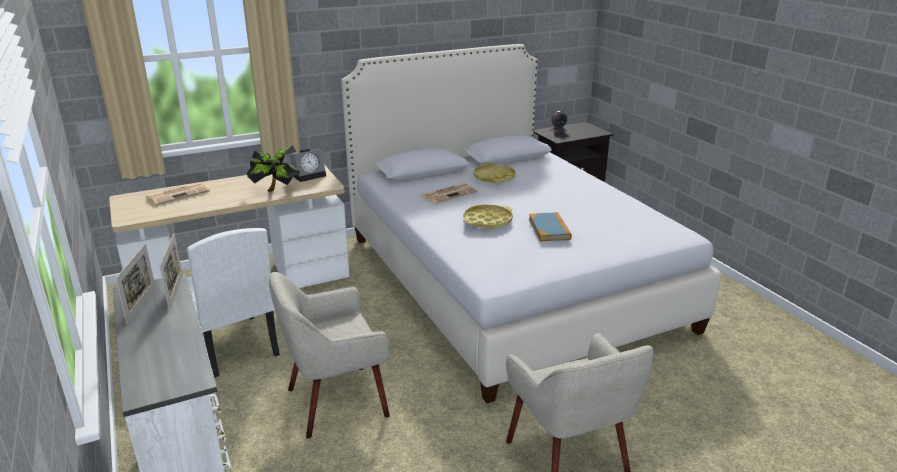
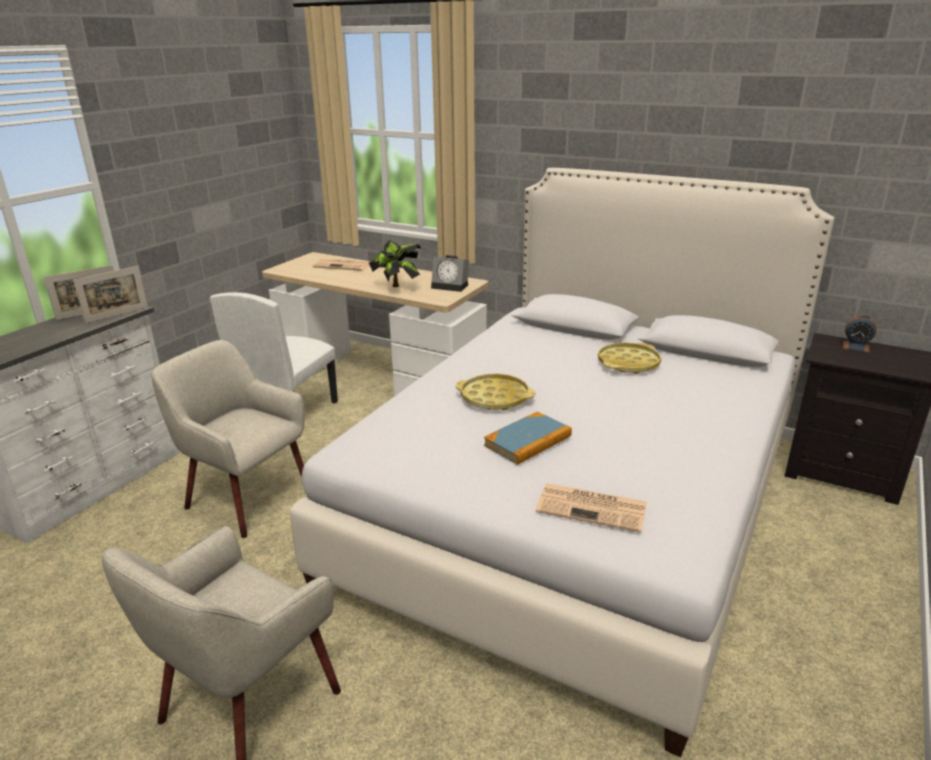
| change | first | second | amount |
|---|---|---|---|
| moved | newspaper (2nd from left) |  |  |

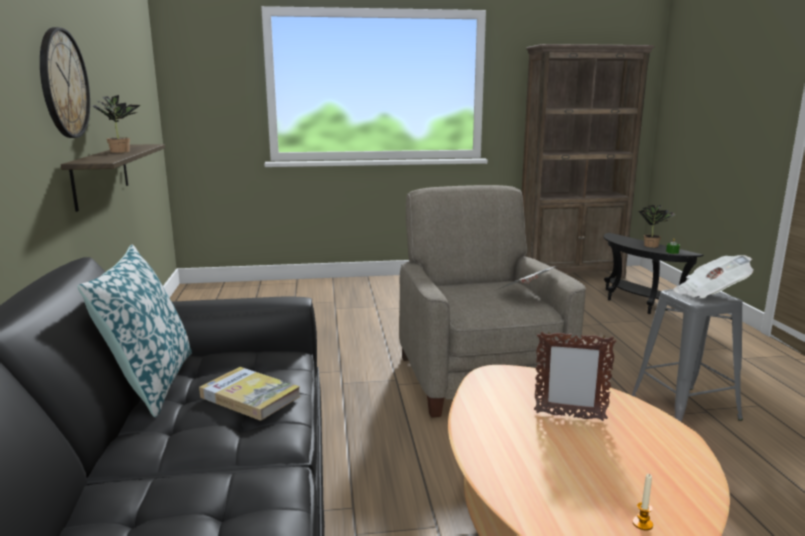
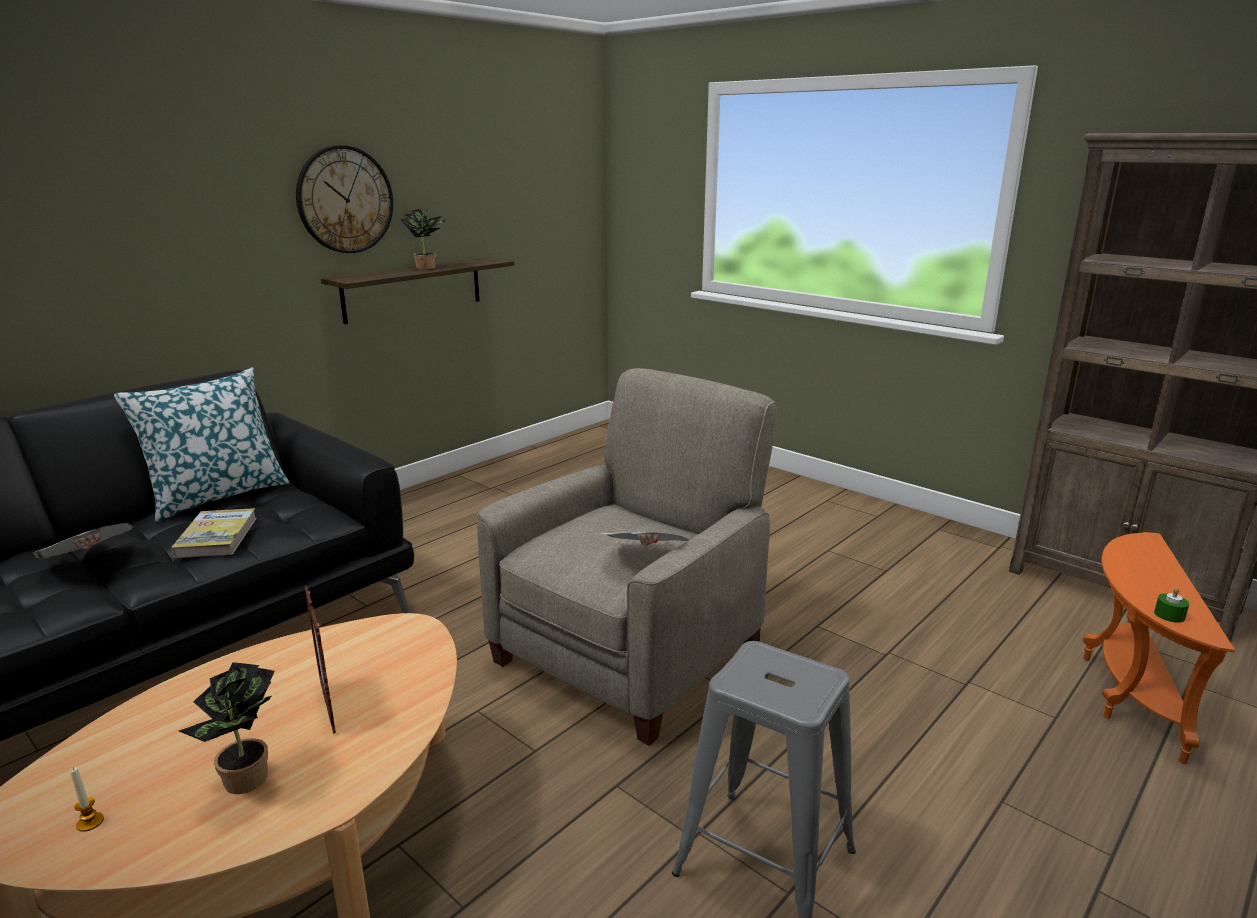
| change | first | second | amount |
|---|---|---|---|
| recoloured | black side table | orange side table |  |
| moved | potted plant (2nd from left in the first image) | potted plant (1st from left) |  |
| moved | newspaper (2nd from left in the first image) | newspaper (1st from left) |  |

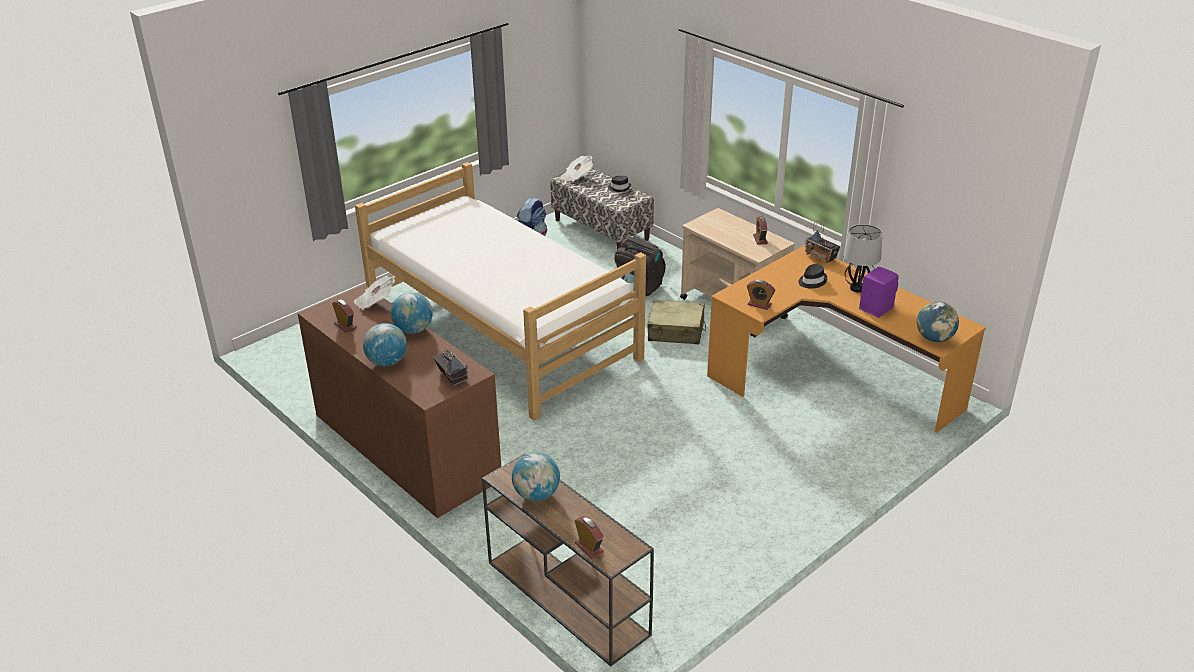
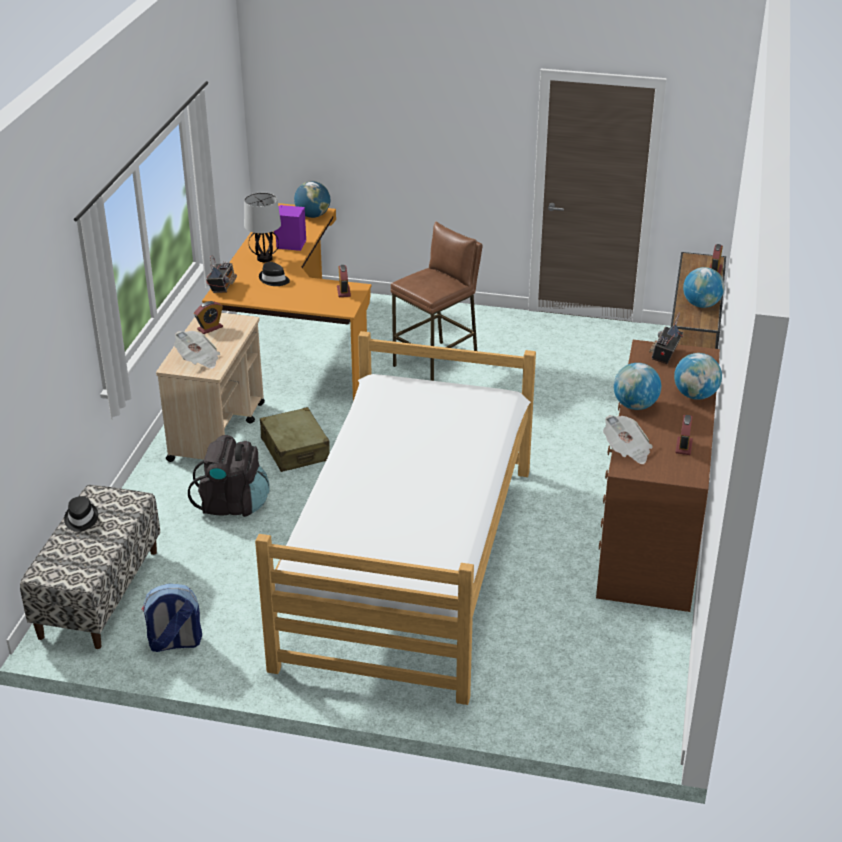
| change | first | second | amount |
|---|---|---|---|
| moved | newspaper (2nd from left in the first image) | newspaper (1st from left) |  |
| added |  | brown stool |  |

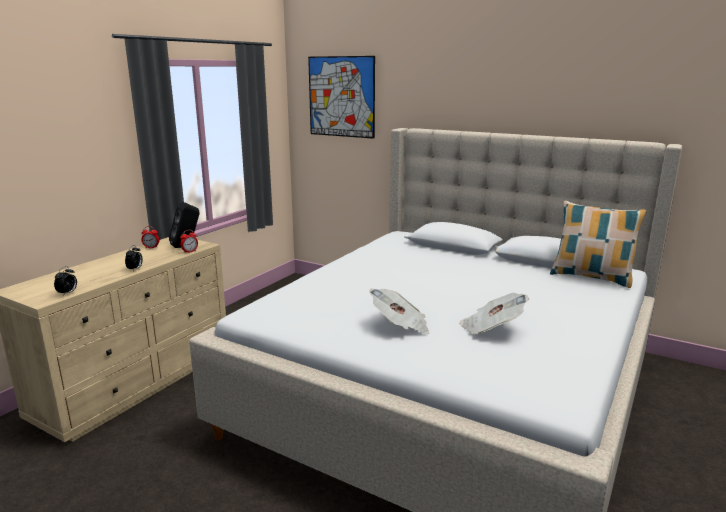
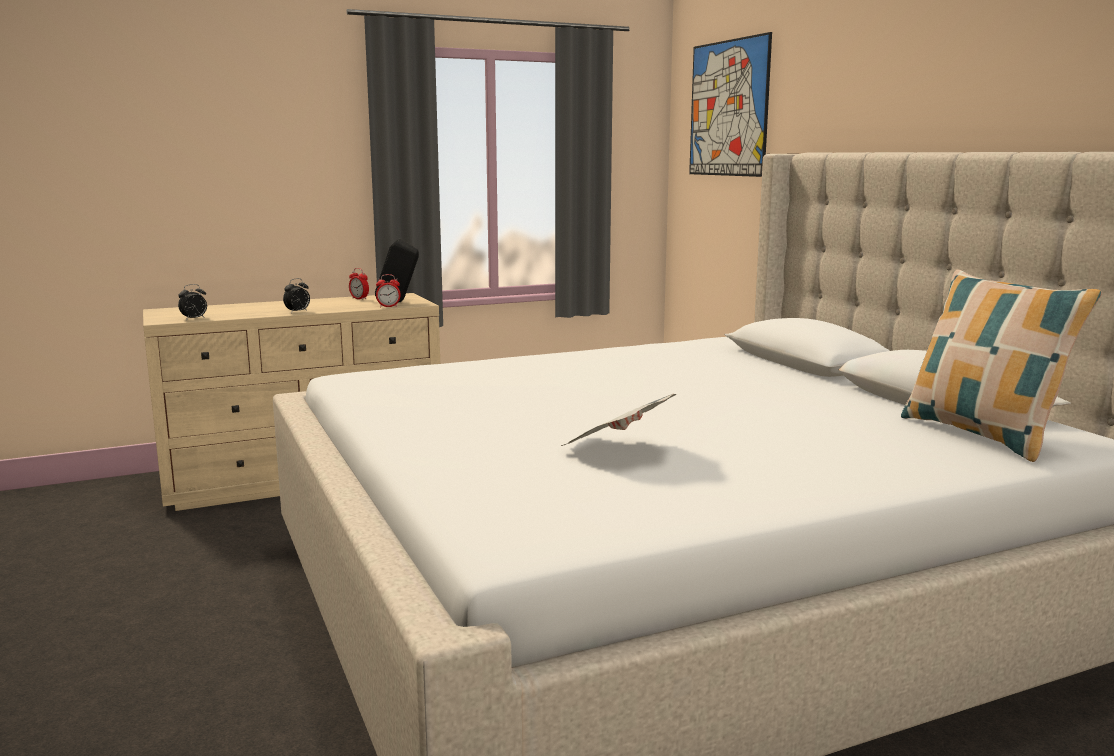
| change | first | second | amount |
|---|---|---|---|
| removed | newspaper (1st from left) |  |  |

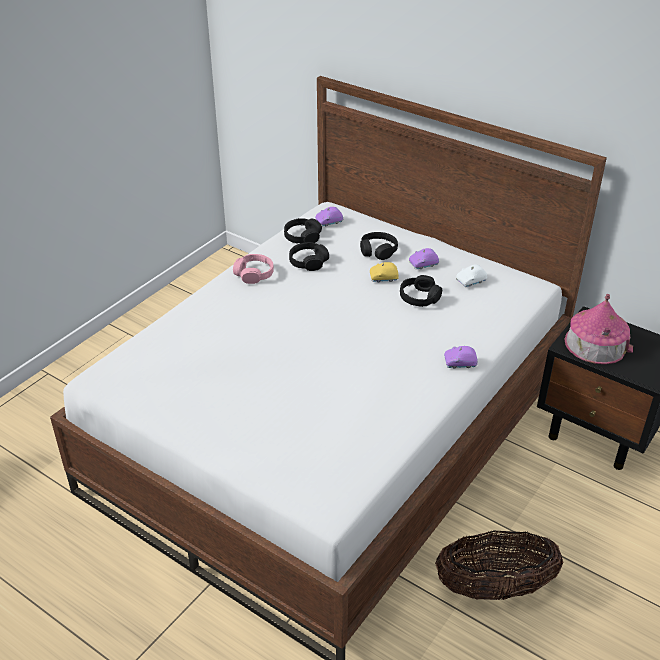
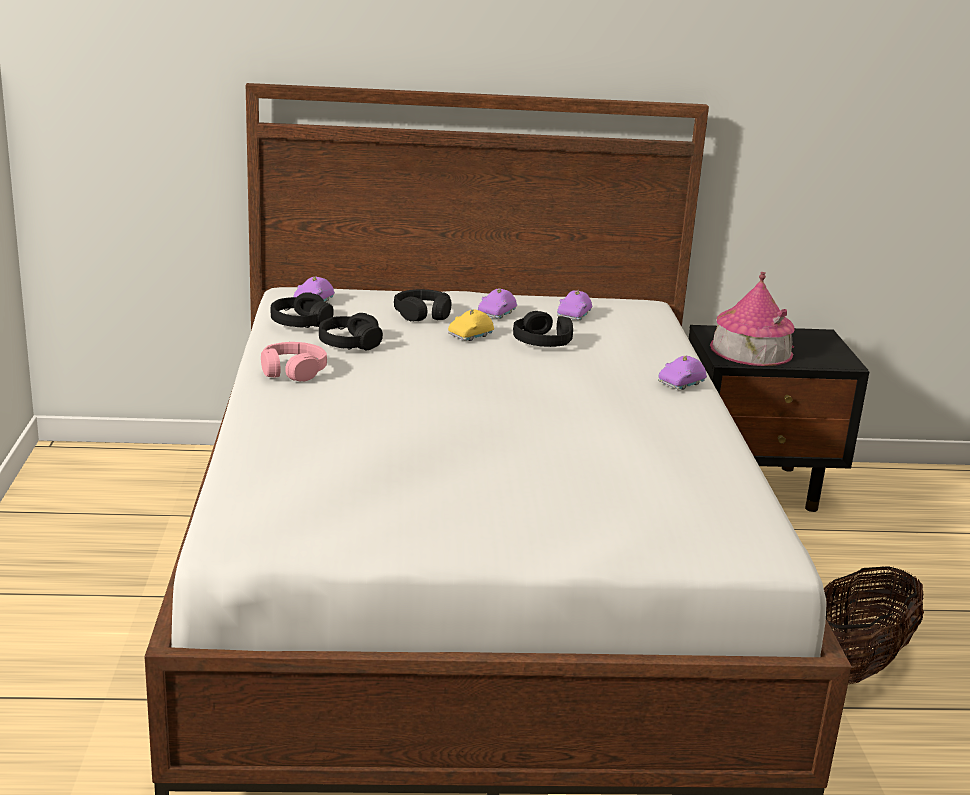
| change | first | second | amount |
|---|---|---|---|
| recoloured | white toy car | purple toy car (3rd from left) |  |

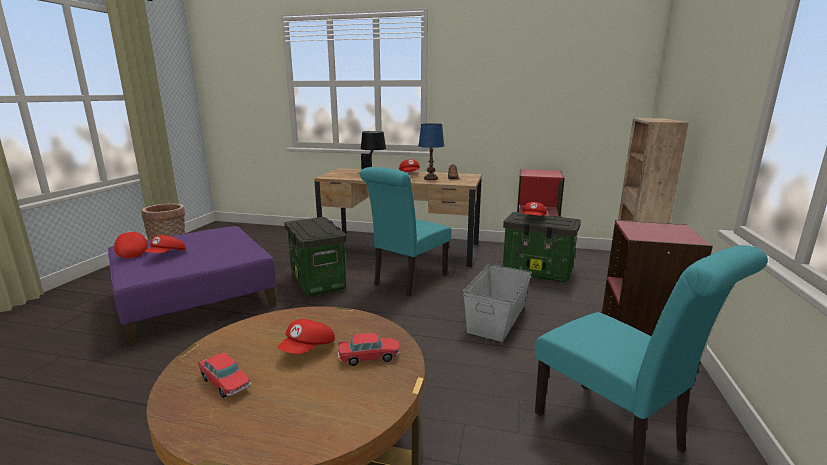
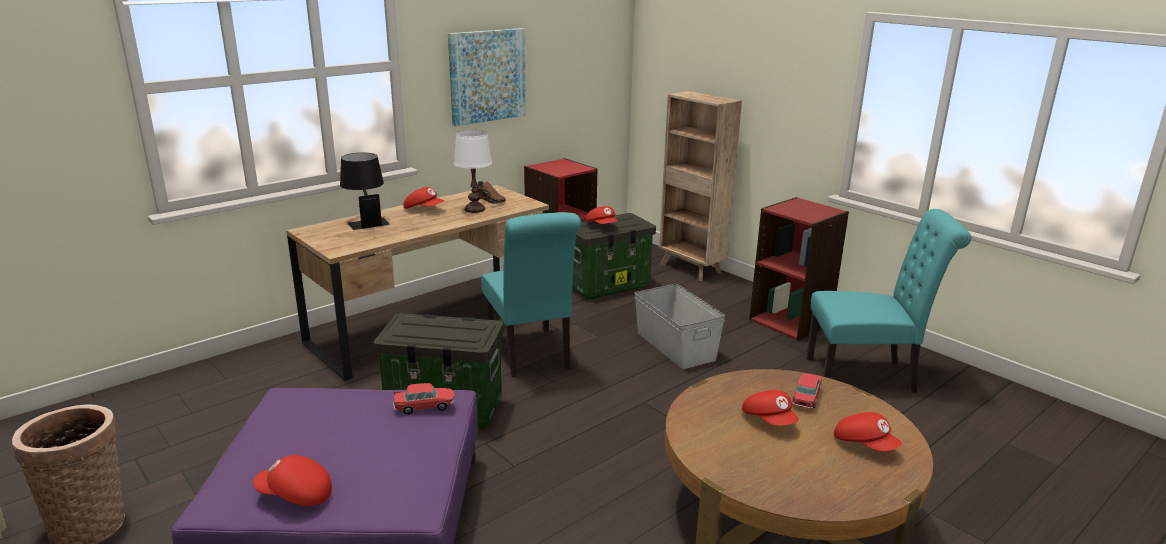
| change | first | second | amount |
|---|---|---|---|
| moved | red cap (2nd from left in the first image) | red cap (5th from left) |  |
| moved | toy car (1st from left) |  |  |
| recoloured | blue table lamp | white table lamp |  |
| added |  | picture |  |

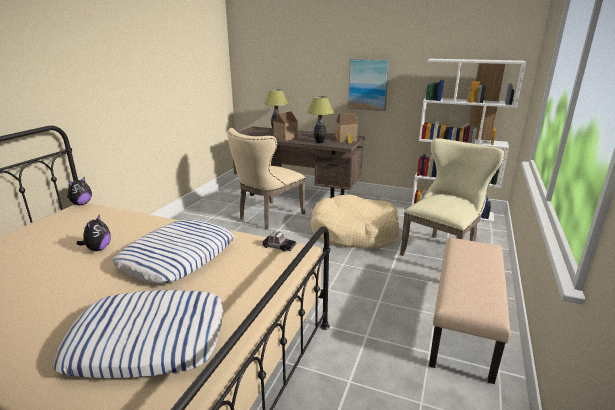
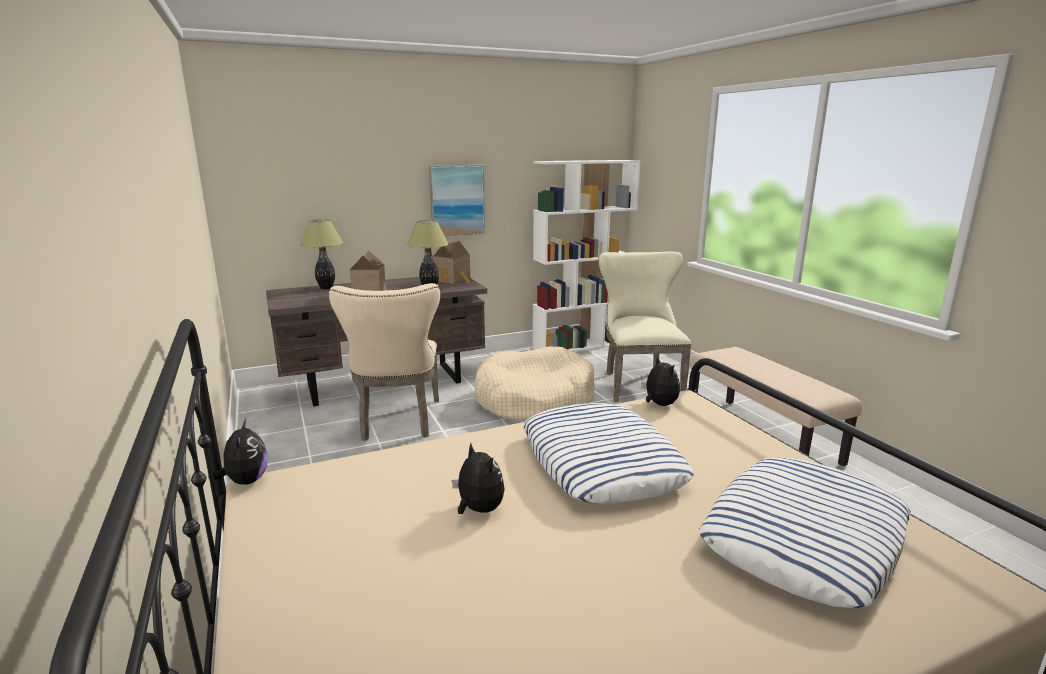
| change | first | second | amount |
|---|---|---|---|
| replaced | toy car | plush toy (3rd from left) |  |

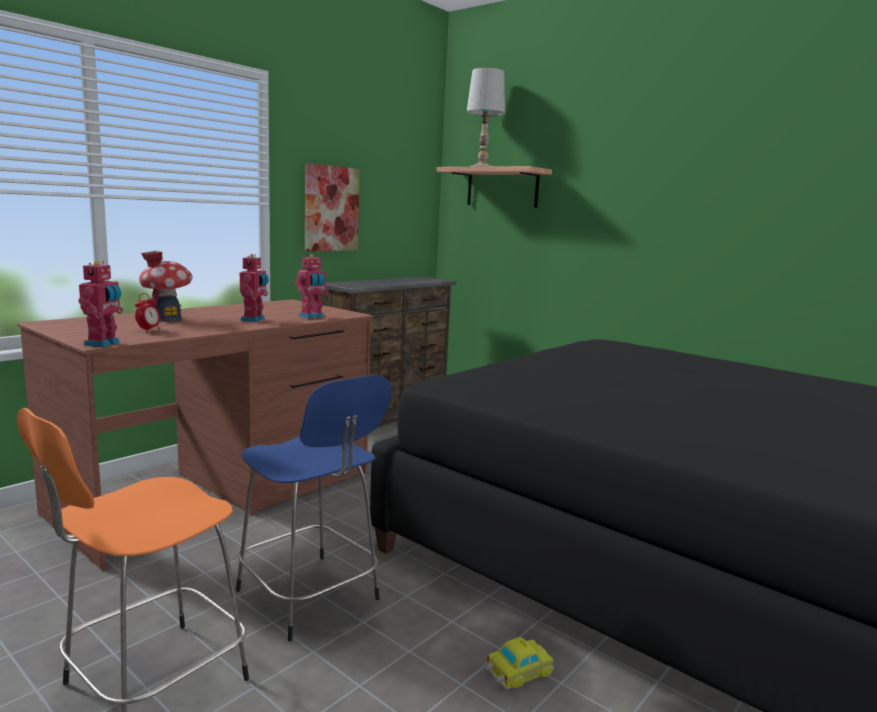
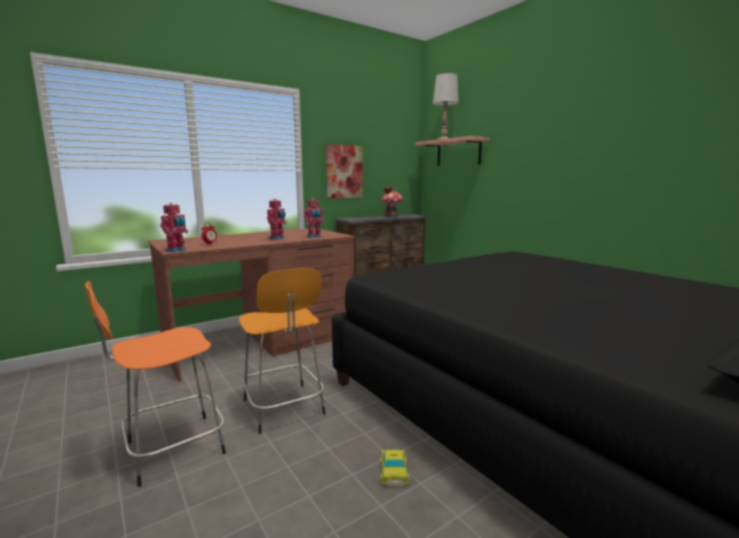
| change | first | second | amount |
|---|---|---|---|
| moved | toy house |  |  |
| recoloured | blue stool | orange stool (2nd from left) |  |
| turned | toy car |  | 105 degrees clockwise |

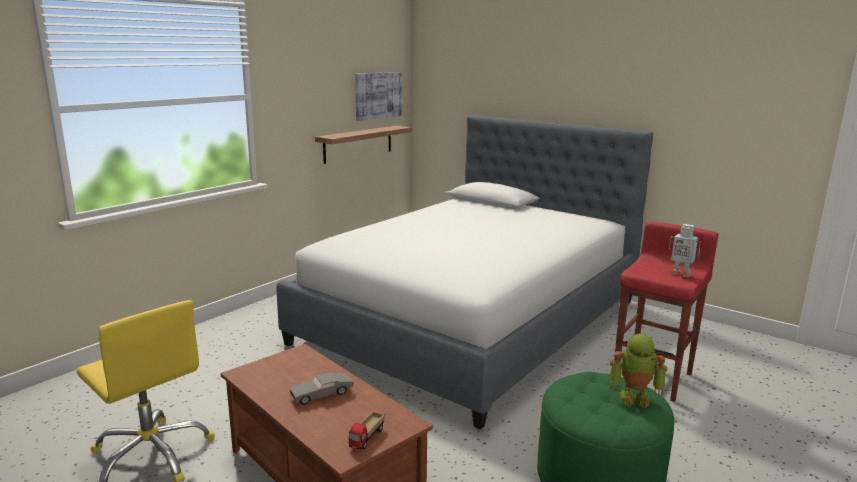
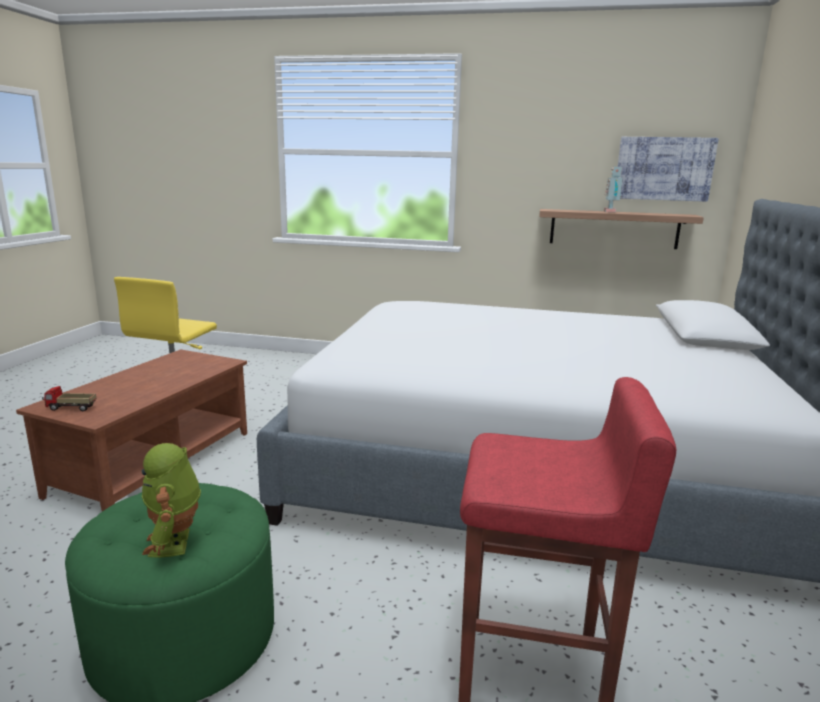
| change | first | second | amount |
|---|---|---|---|
| removed | grey toy car |  |  |
| moved | toy robot (2nd from left) |  |  |

